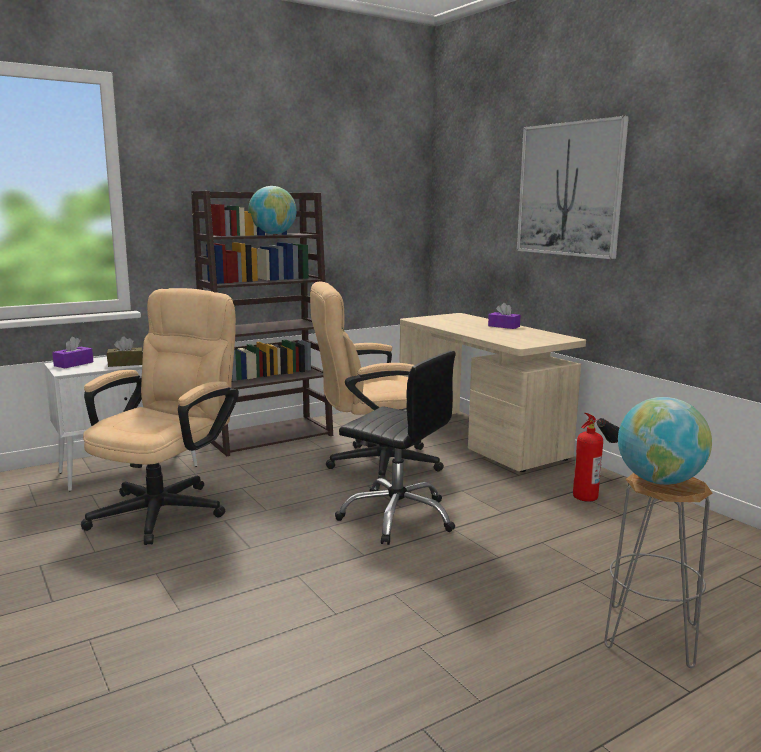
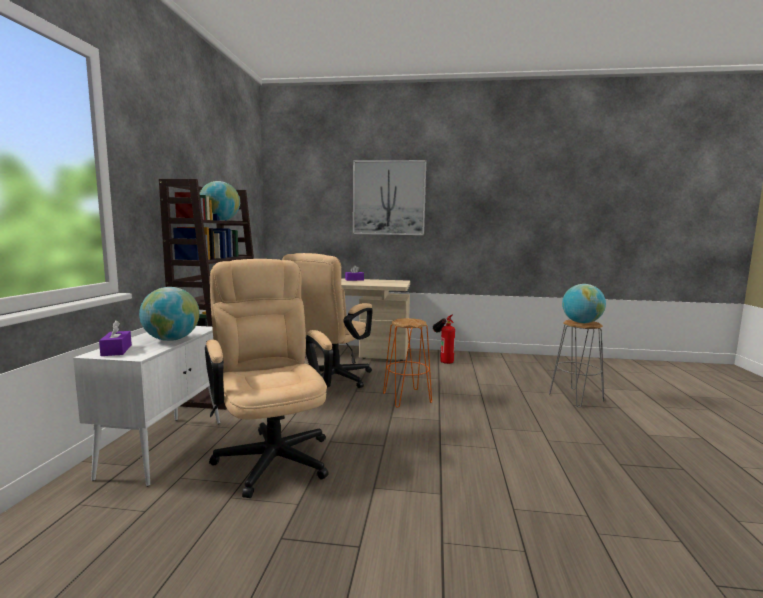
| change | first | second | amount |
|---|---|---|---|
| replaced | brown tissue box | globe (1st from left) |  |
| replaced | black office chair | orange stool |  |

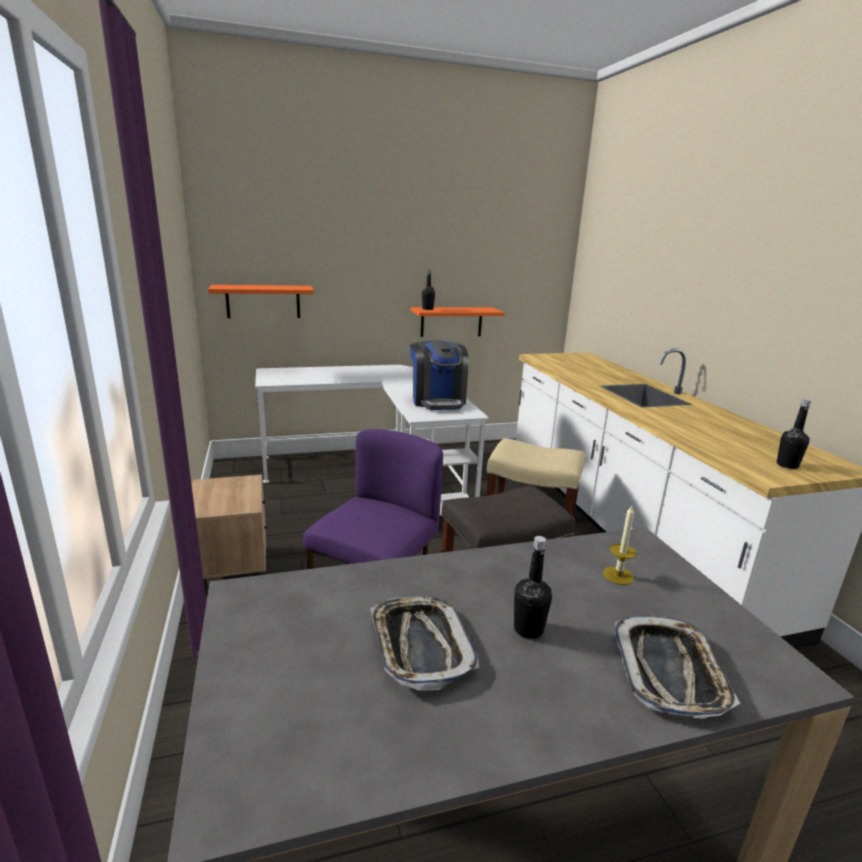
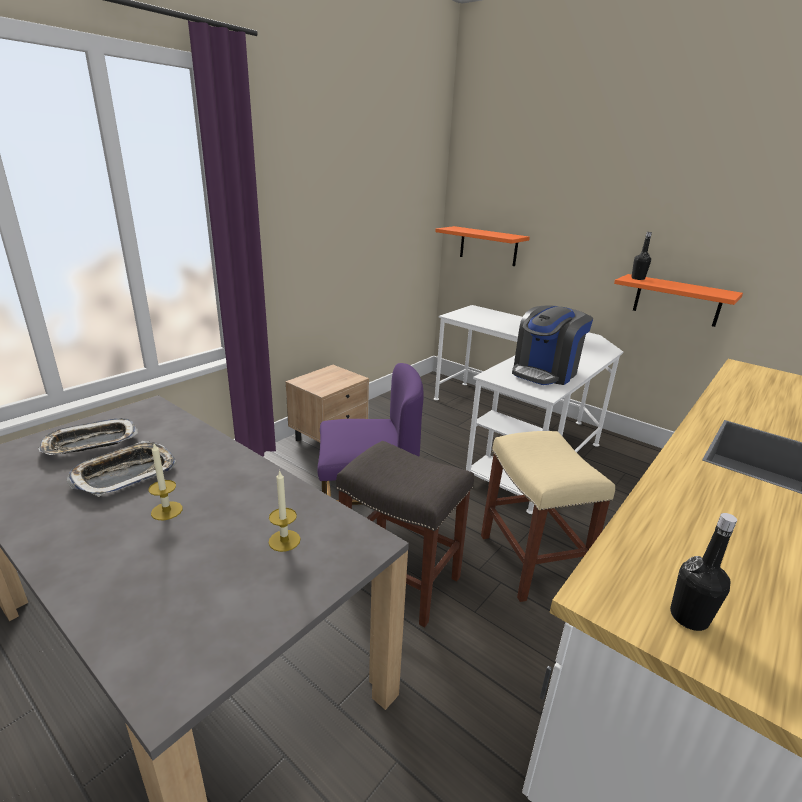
| change | first | second | amount |
|---|---|---|---|
| replaced | black bottle (2nd from left) | candle (1st from left) |  |
| moved | tray (2nd from left in the first image) | tray (1st from left) |  |

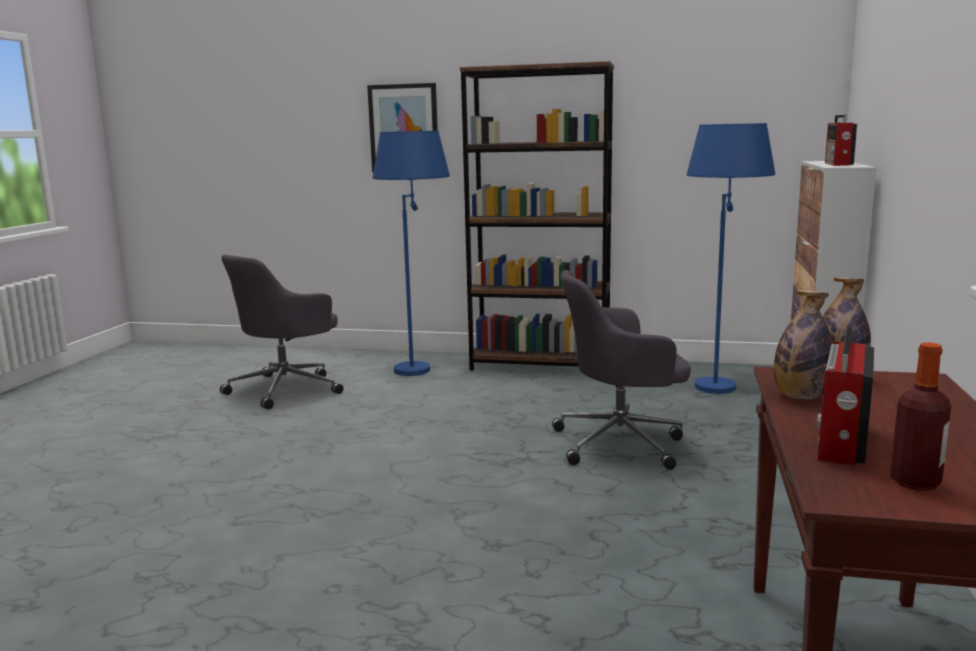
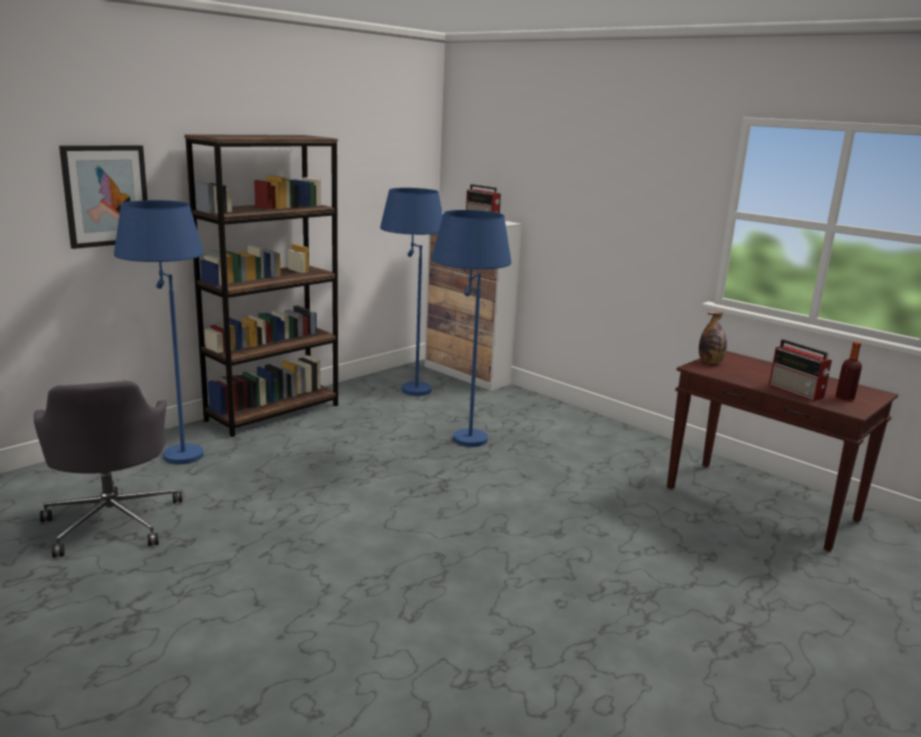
| change | first | second | amount |
|---|---|---|---|
| replaced | grey office chair (2nd from left) | blue floor lamp (3rd from left) |  |
| removed | bottle (1st from left) |  |  |

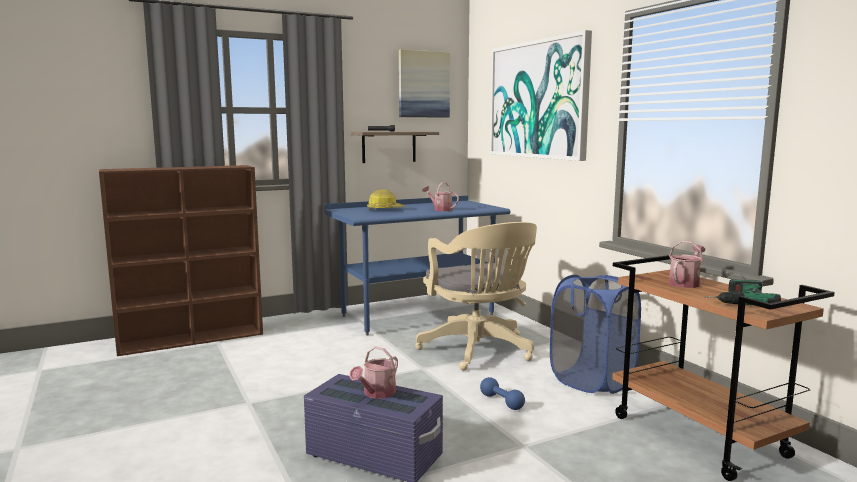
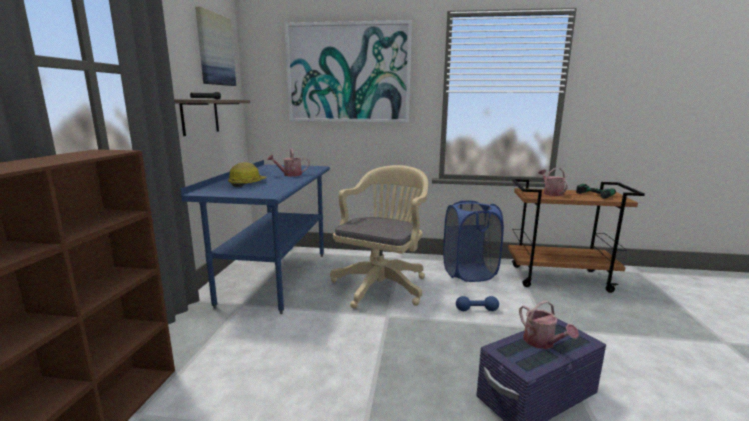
| change | first | second | amount |
|---|---|---|---|
| turned | beige office chair |  | 75 degrees counterclockwise |

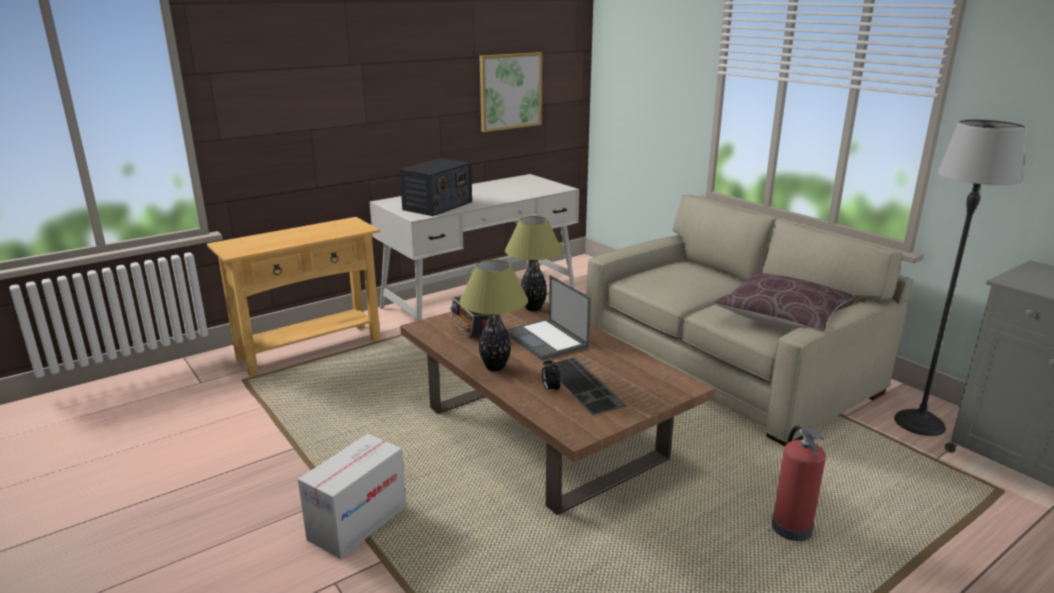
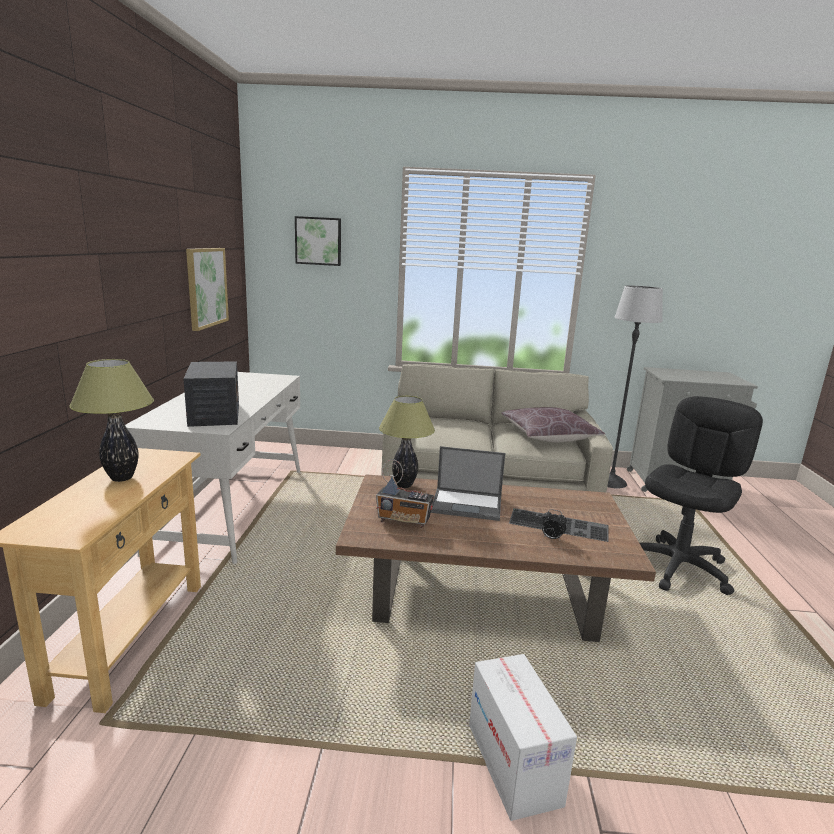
| change | first | second | amount |
|---|---|---|---|
| moved | table lamp (1st from left) |  |  |
| replaced | fire extinguisher | black office chair |  |
| added |  | picture (2nd from left) |  |

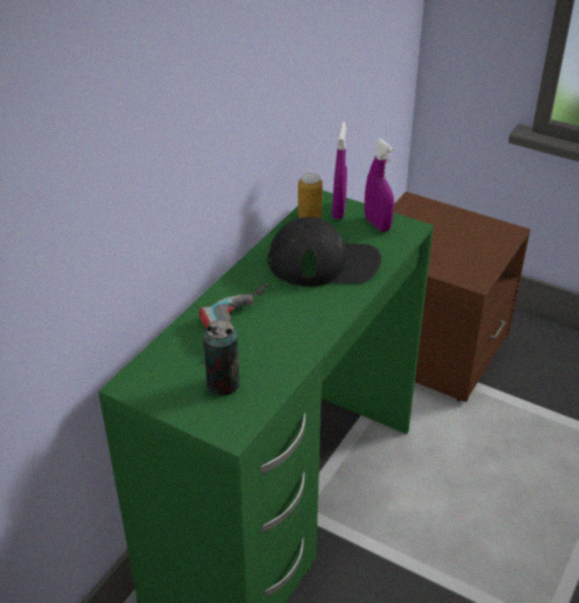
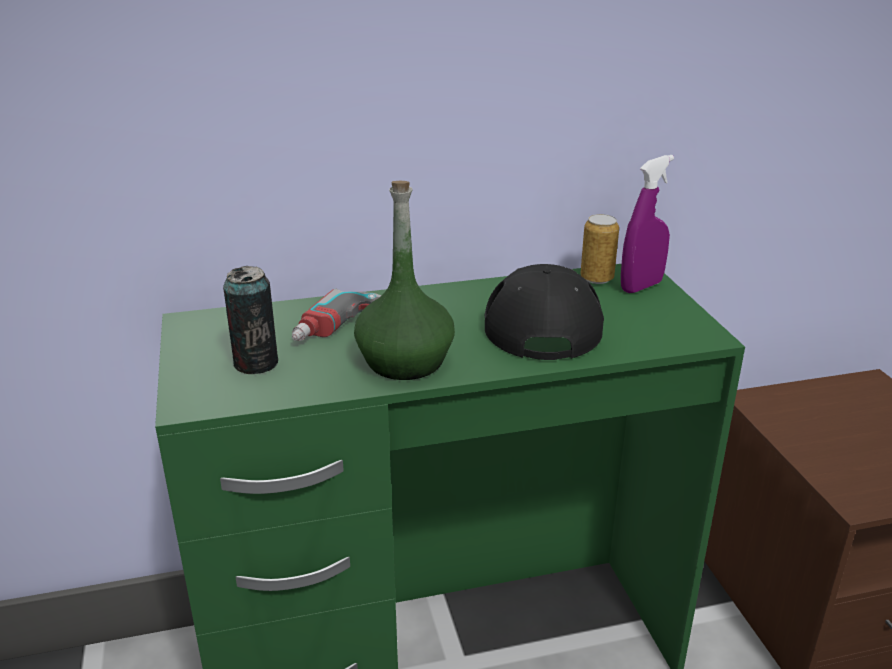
| change | first | second | amount |
|---|---|---|---|
| turned | black cap |  | 135 degrees counterclockwise |
| removed | purple spray bottle (2nd from left) |  |  |
| added |  | green bottle |  |

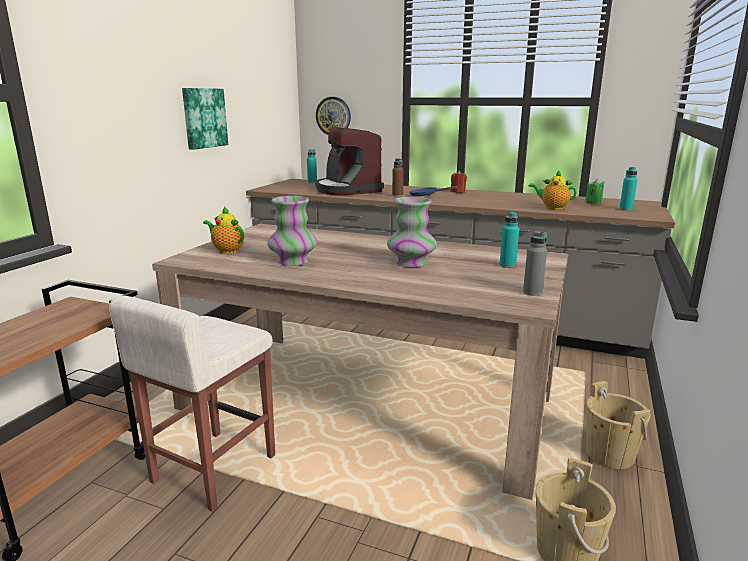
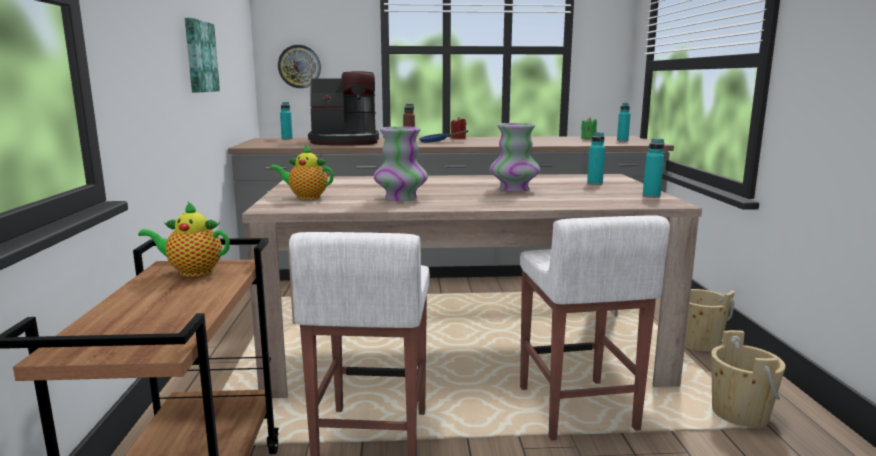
| change | first | second | amount |
|---|---|---|---|
| turned | coffee machine |  | 45 degrees counterclockwise |
| recoloured | grey bottle | turquoise bottle (4th from left) |  |
| moved | teapot (2nd from left in the first image) | teapot (1st from left) |  |
| added |  | white stool (2nd from left) |  |

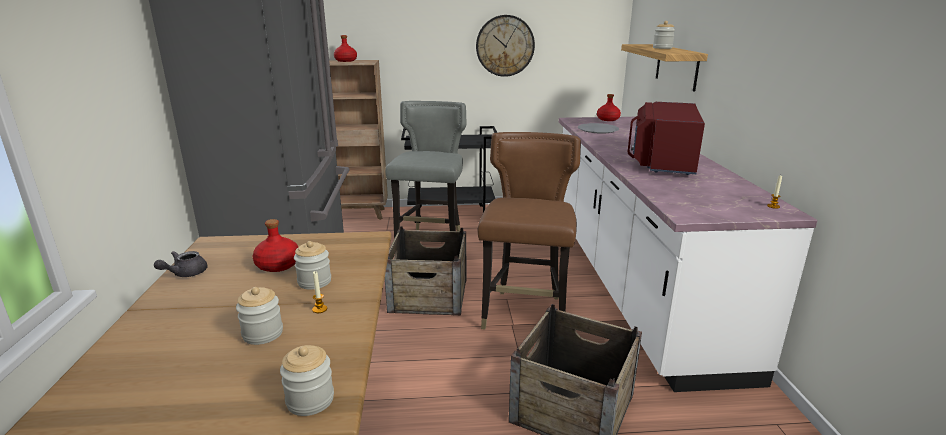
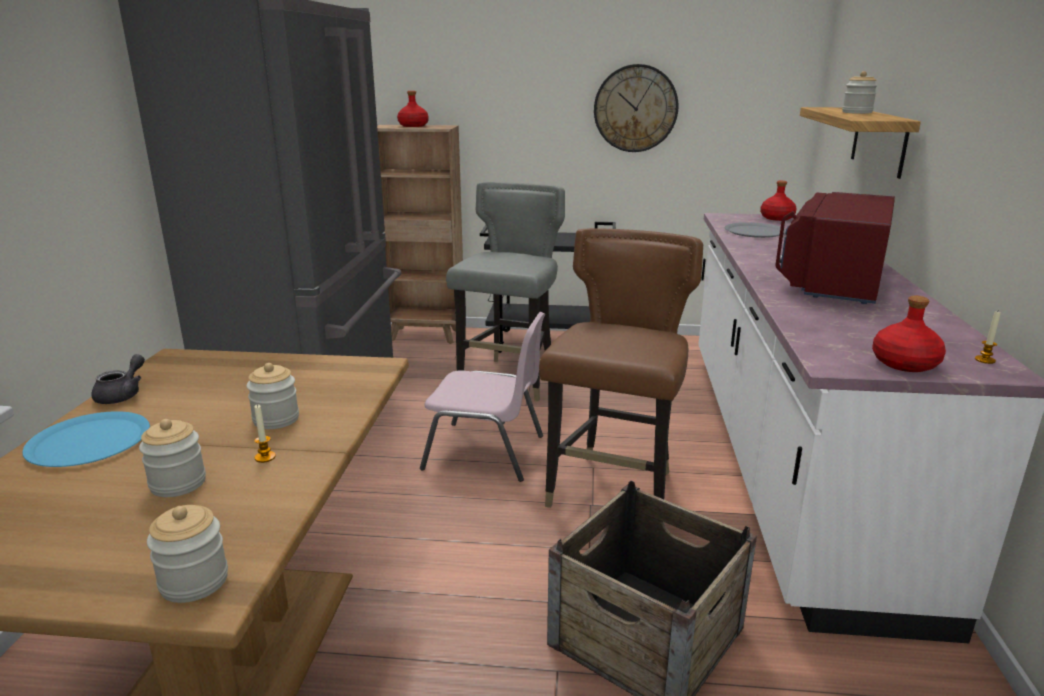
| change | first | second | amount |
|---|---|---|---|
| turned | grey teapot |  | 150 degrees clockwise |
| moved | red bottle (1st from left in the first image) | red bottle (3rd from left) |  |
| replaced | crate (1st from left) | pink chair |  |
| added |  | blue plate |  |

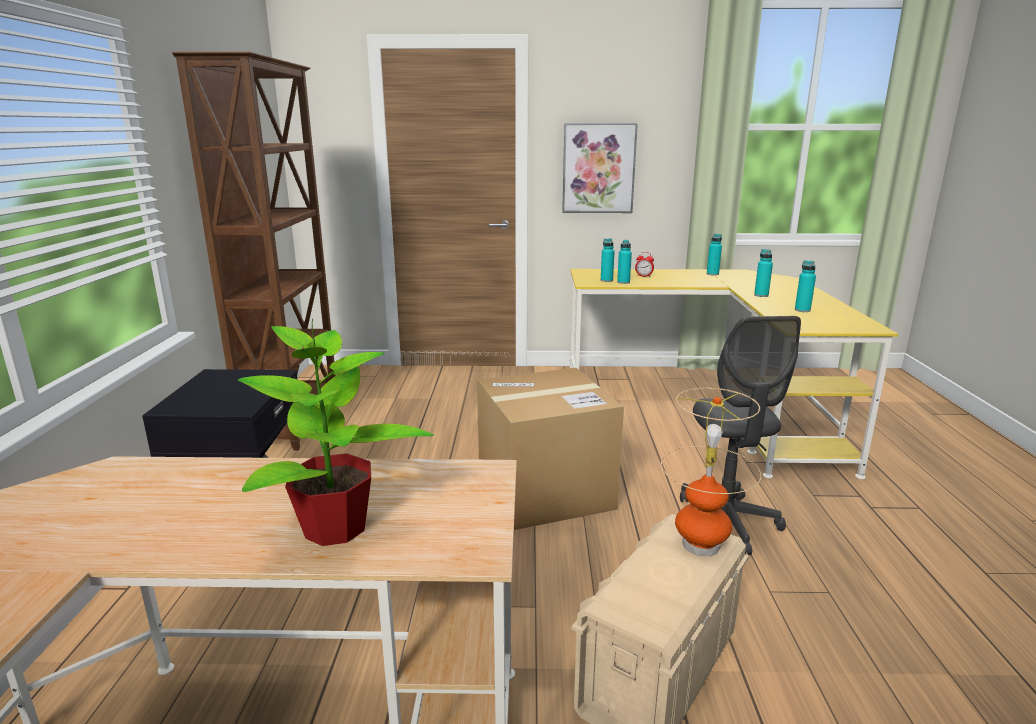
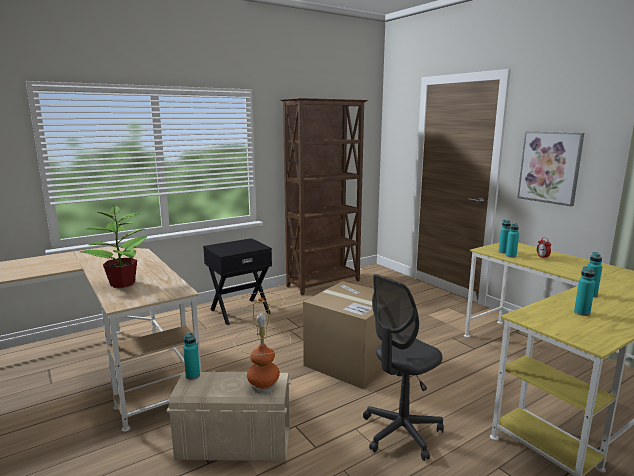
| change | first | second | amount |
|---|---|---|---|
| moved | turquoise bottle (3rd from left in the first image) | turquoise bottle (1st from left) |  |

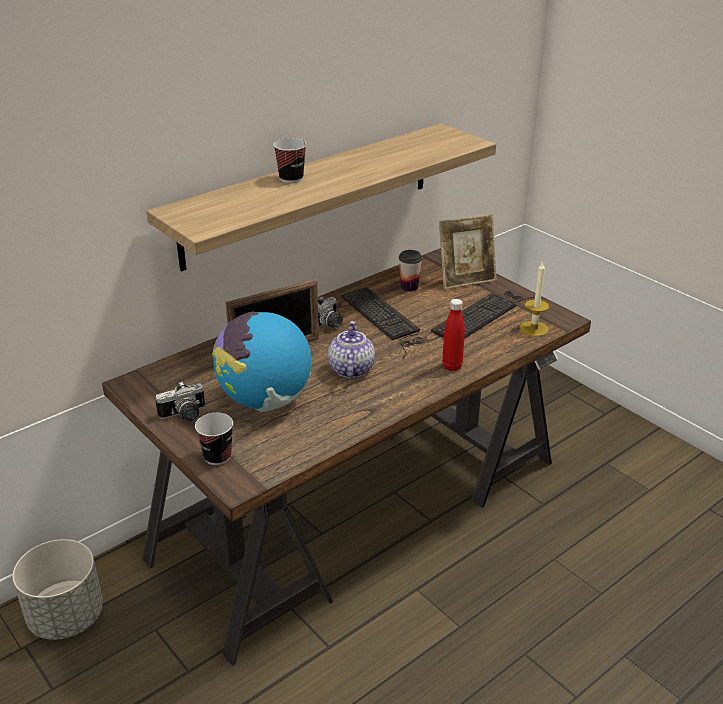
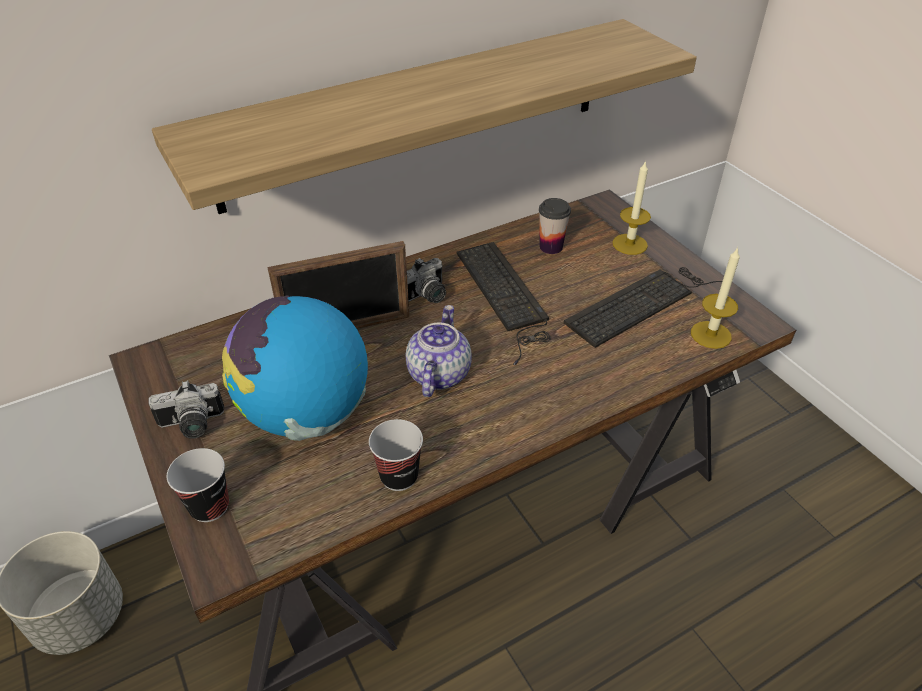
| change | first | second | amount |
|---|---|---|---|
| moved | cup (2nd from left) |  |  |
| replaced | picture frame (2nd from left) | candle (1st from left) |  |
| removed | red bottle |  |  |

